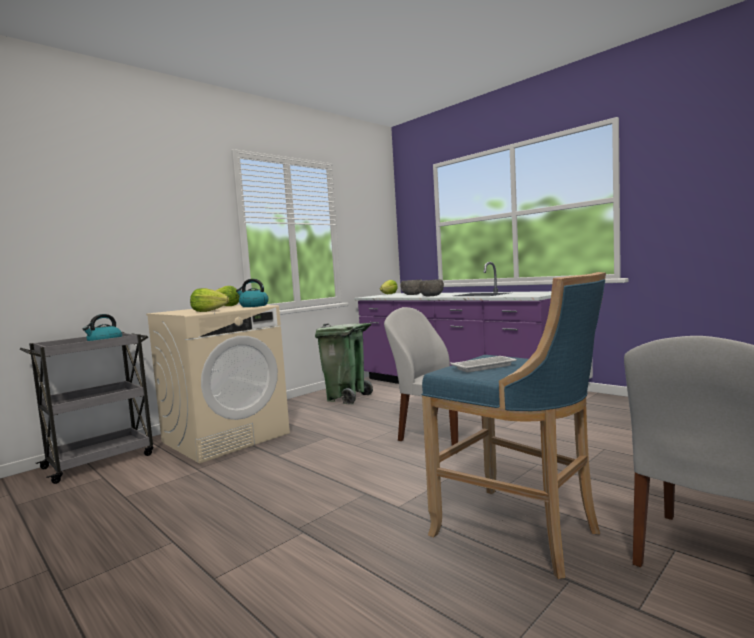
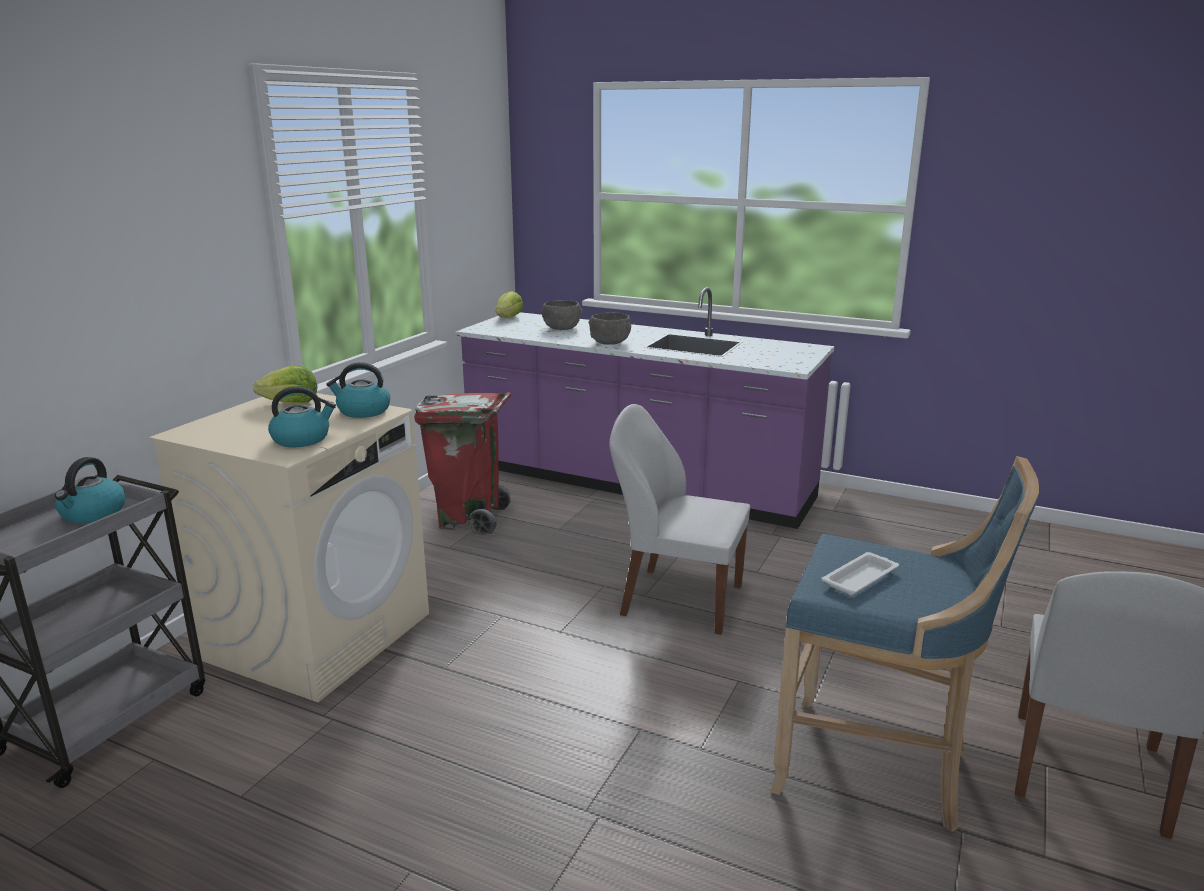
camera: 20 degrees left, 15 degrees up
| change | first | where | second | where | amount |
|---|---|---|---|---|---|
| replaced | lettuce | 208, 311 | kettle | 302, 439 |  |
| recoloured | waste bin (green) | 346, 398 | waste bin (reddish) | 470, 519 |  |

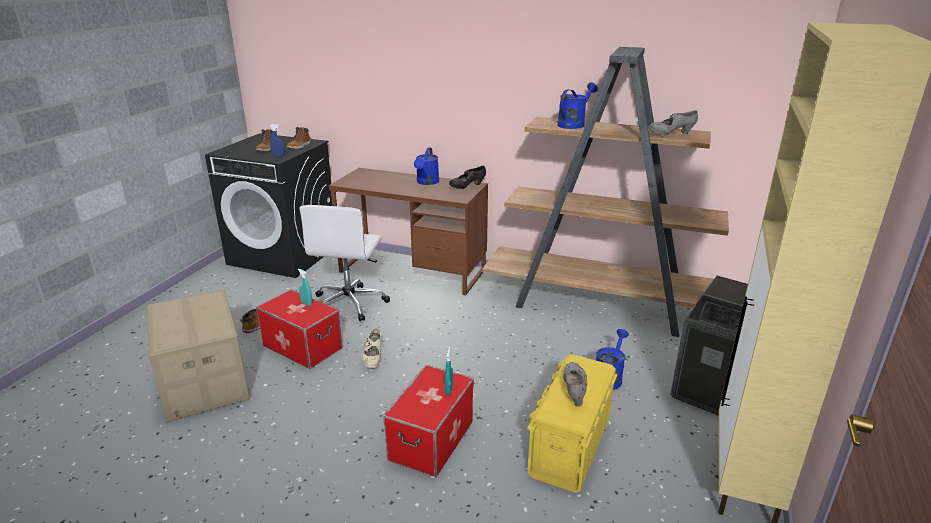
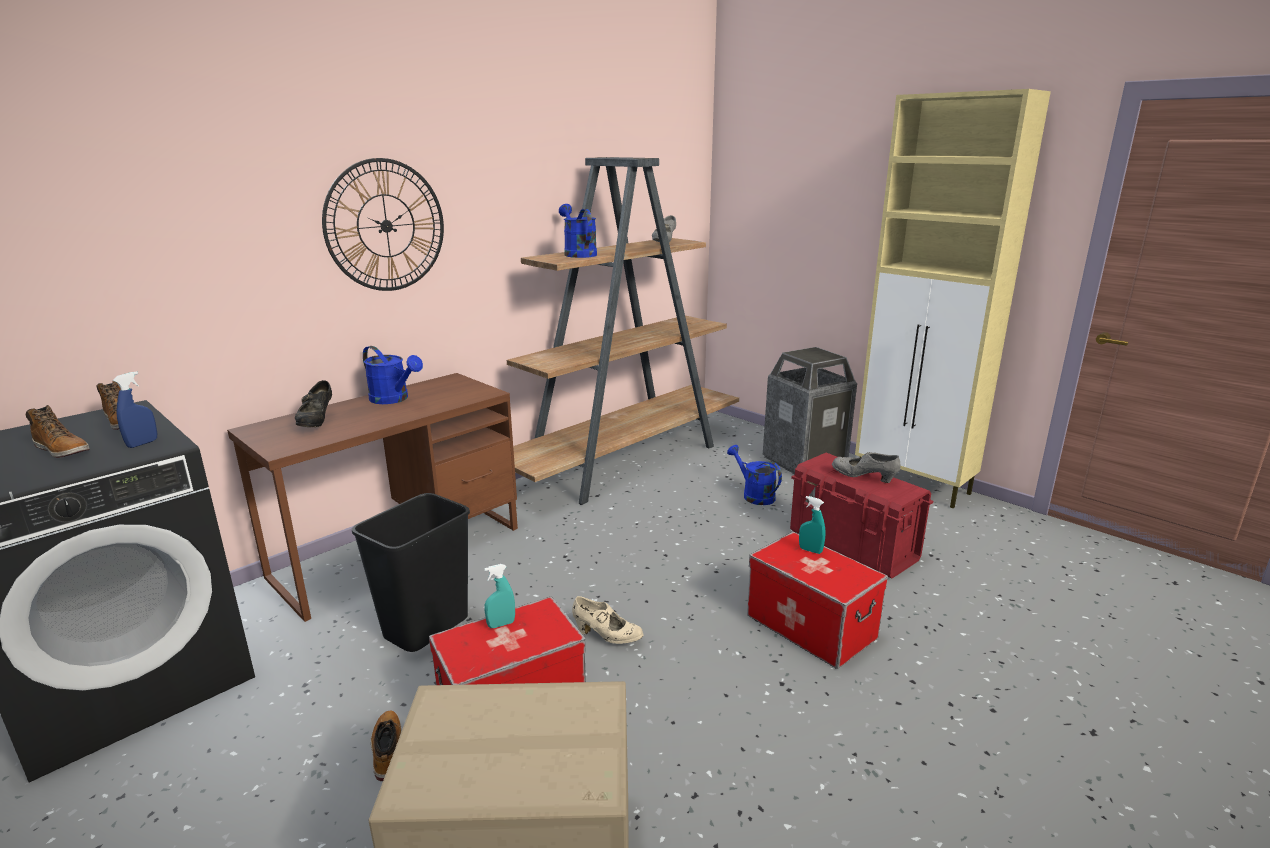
camera: 65 degrees left, 5 degrees down
| change | first | where | second | where | amount |
|---|---|---|---|---|---|
| replaced | desk chair (white-coloured) | 350, 303 | waste bin (blackish) | 426, 629 |  |
| moved | item of footwear (blackish) | 467, 187 |  | 317, 422 |  |
| recoloured | storage container (yellowish) | 569, 447 | storage container (reddish) | 853, 545 |  |
| added |  |  | hanging clock | 386, 226 |  |

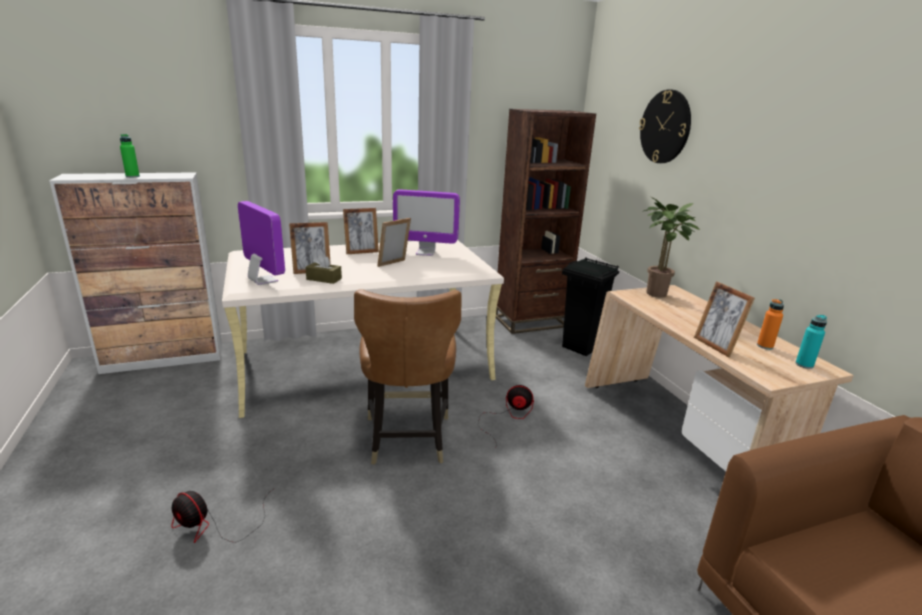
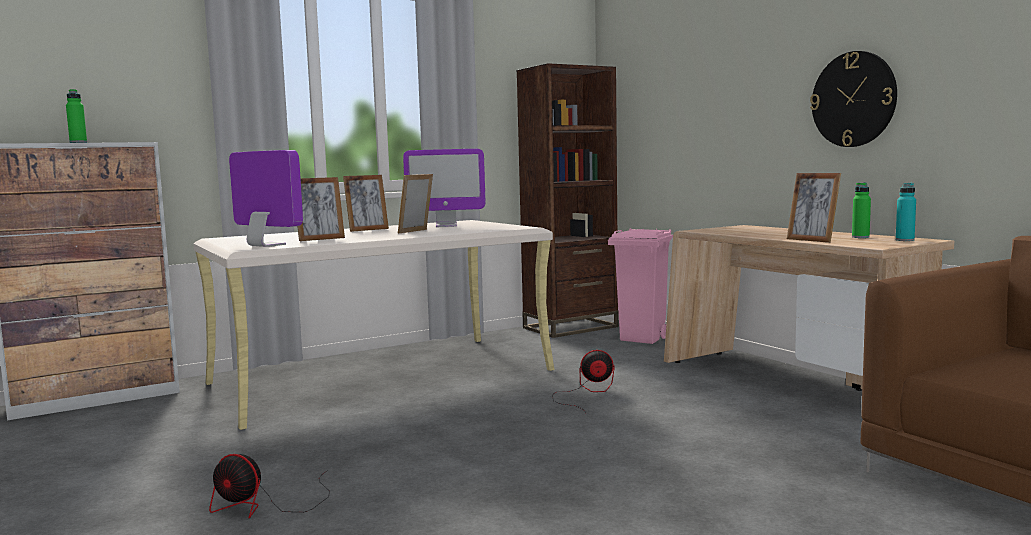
camera: 10 degrees left, 15 degrees down
| change | first | where | second | where | amount |
|---|---|---|---|---|---|
| removed | box of tissues (brown) | 324, 279 |  |  |  |
| removed | upright chair (brown) | 407, 438 |  |  |  |
| recoloured | waste bin (blackish) | 581, 348 | waste bin (pink) | 643, 339 |  |
| moved | hanging clock | 665, 127 |  | 853, 99 |  |
| removed | potted plant | 657, 295 |  |  |  |
| recoloured | drink bottle (orange) | 765, 346 | drink bottle (green) | 860, 237 |  |

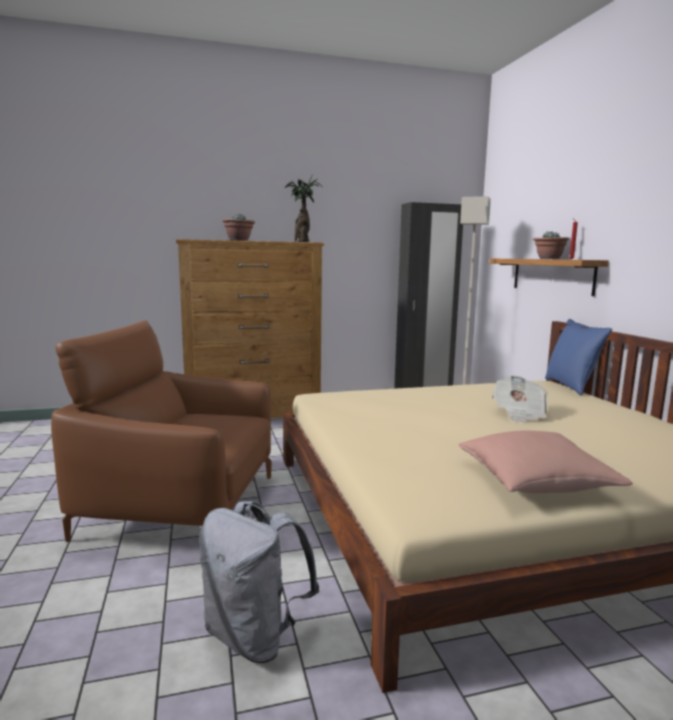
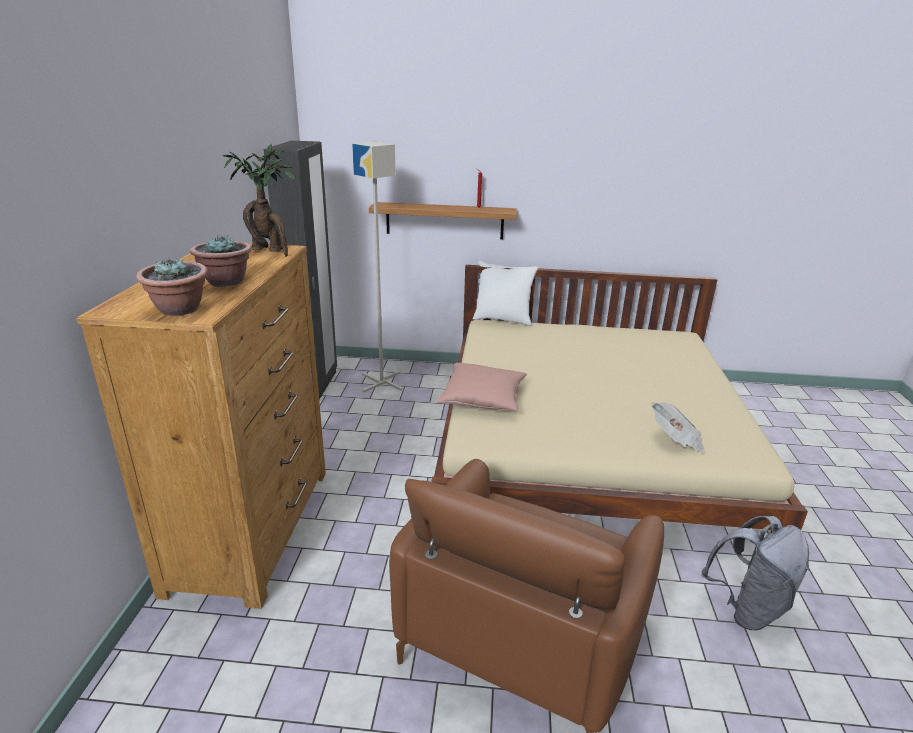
camera: 70 degrees left, 15 degrees up
| change | first | where | second | where | amount |
|---|---|---|---|---|---|
| moved | cushion (pink) | 535, 481 |  | 483, 398 |  |
| moved | printed paper | 519, 414 |  | 676, 440 |  |
| moved | potted plant | 549, 259 |  | 179, 310 |  |
| recoloured | cushion (blue) | 571, 386 | cushion (white-coloured) | 502, 320 |  |

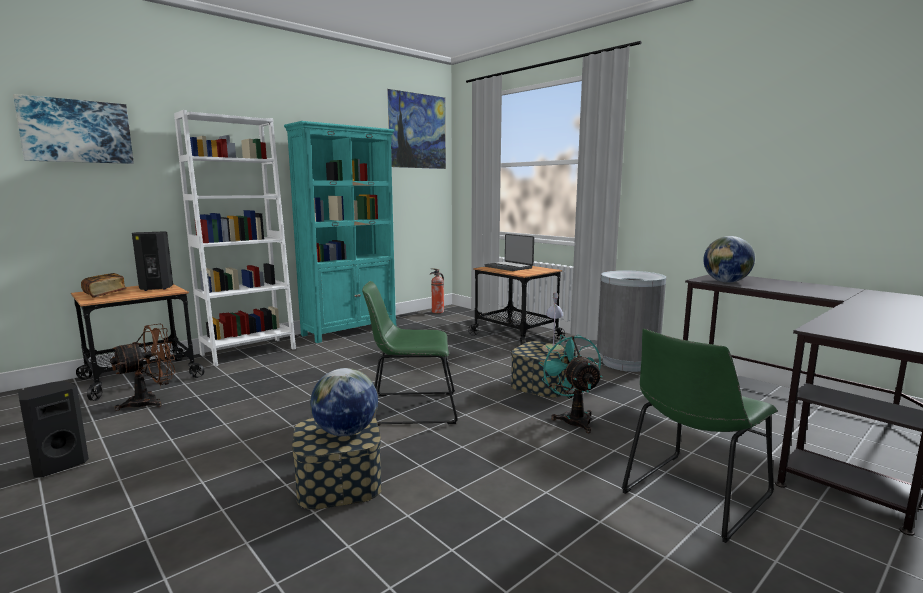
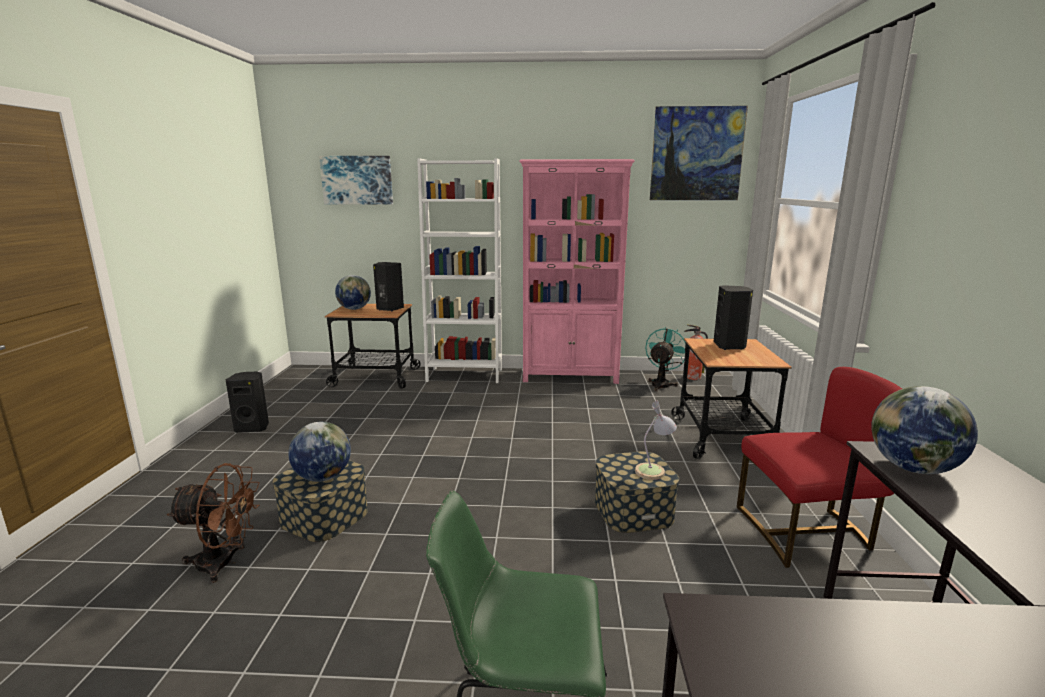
camera: 45 degrees right, 5 degrees up
| change | first | where | second | where | amount |
|---|---|---|---|---|---|
| replaced | volume | 105, 294 | desk globe | 354, 309 |  |
| moved | cooling fan (brown) | 151, 401 |  | 224, 563 |  |
| recoloured | bookshelf (turquoise-coloured) | 350, 330 | bookshelf (pink) | 570, 376 |  |
| removed | upright chair (green) | 409, 408 |  |  |  |
| replaced | laptop | 509, 267 | audio speaker (blackish) | 730, 346 |  |
| moved | cooling fan (turquoise-coloured) | 573, 418 |  | 662, 384 |  |
| replaced | waste bin (gray) | 627, 363 | upright chair (reddish) | 806, 532 |  |

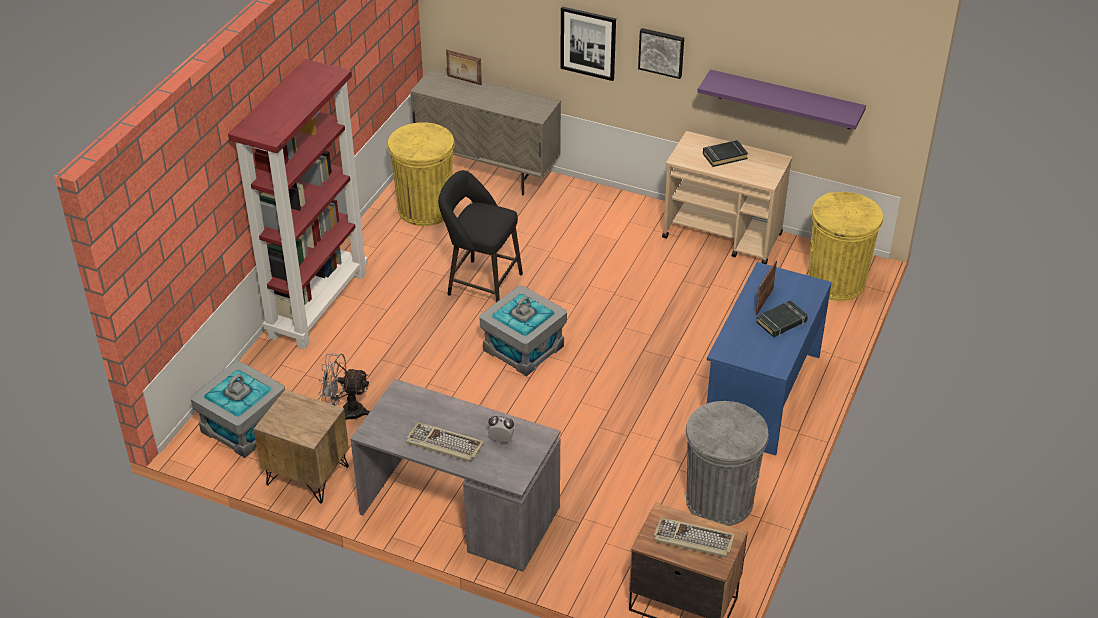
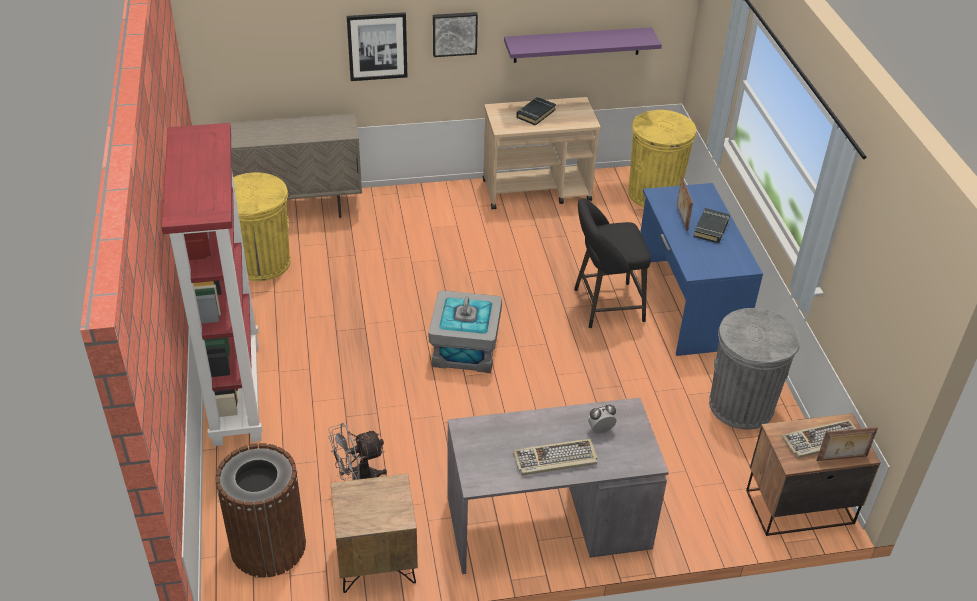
camera: 35 degrees left, 0 degrees up
| change | first | where | second | where | amount |
|---|---|---|---|---|---|
| replaced | storage container (gray) | 244, 427 | waste bin (brown) | 268, 546 |  |
| moved | stool seat (blackish) | 480, 283 |  | 604, 306 |  |
| moved | photo frame | 464, 80 |  | 842, 459 |  |

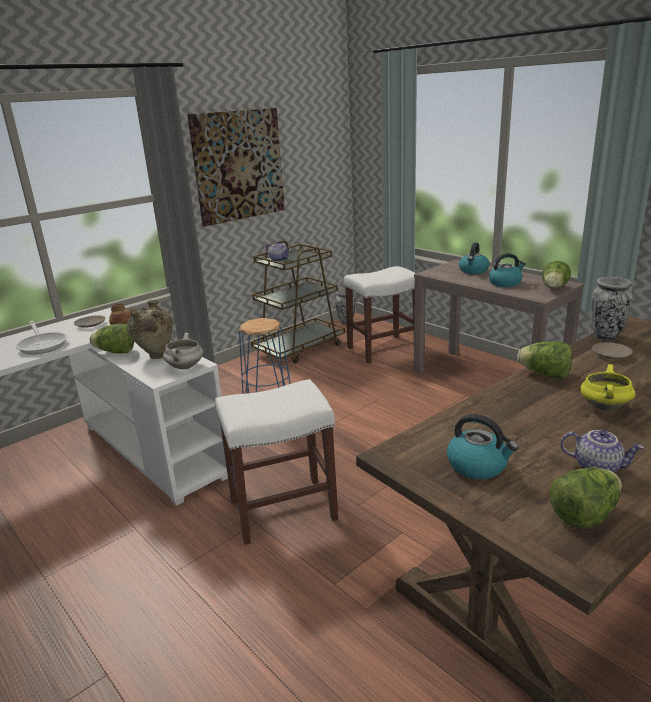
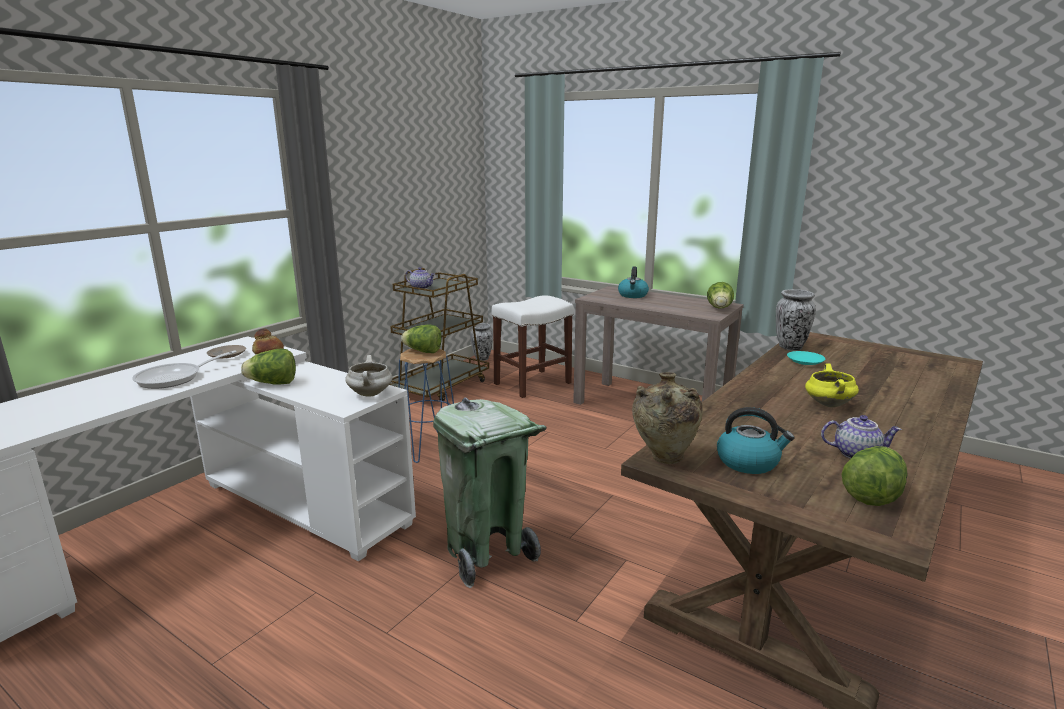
camera: 15 degrees left, 5 degrees down
| change | first | where | second | where | amount |
|---|---|---|---|---|---|
| turned | skillet | 43, 344 |  | 175, 378 | 90 degrees clockwise |
| moved | vase (beige) | 156, 356 |  | 663, 459 |  |
| removed | picture | 238, 166 |  |  |  |
| replaced | stool seat (white-coloured) | 281, 510 | waste bin (green) | 486, 553 |  |
| removed | kettle | 505, 283 |  |  |  |
| moved | lettuce | 545, 375 |  | 423, 352 |  |
| recoloured | dinner plate (beige) | 611, 355 | dinner plate (turquoise-coloured) | 805, 362 |  |

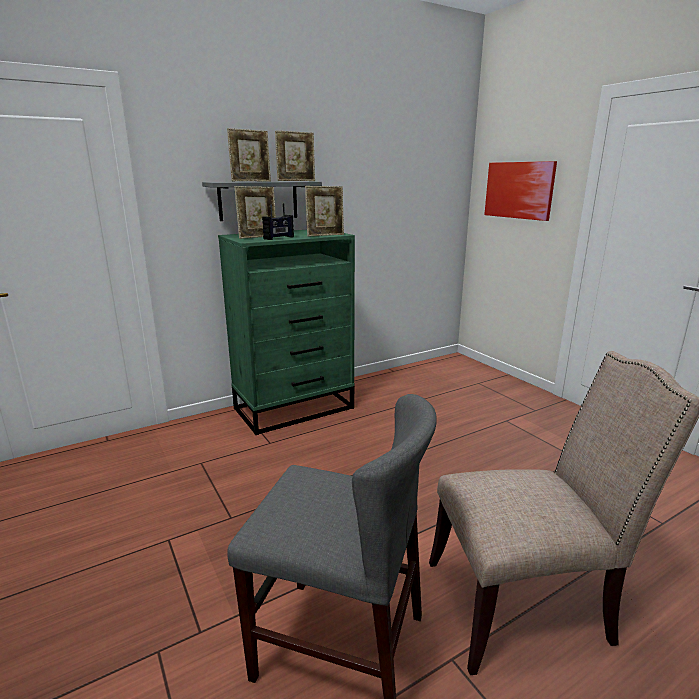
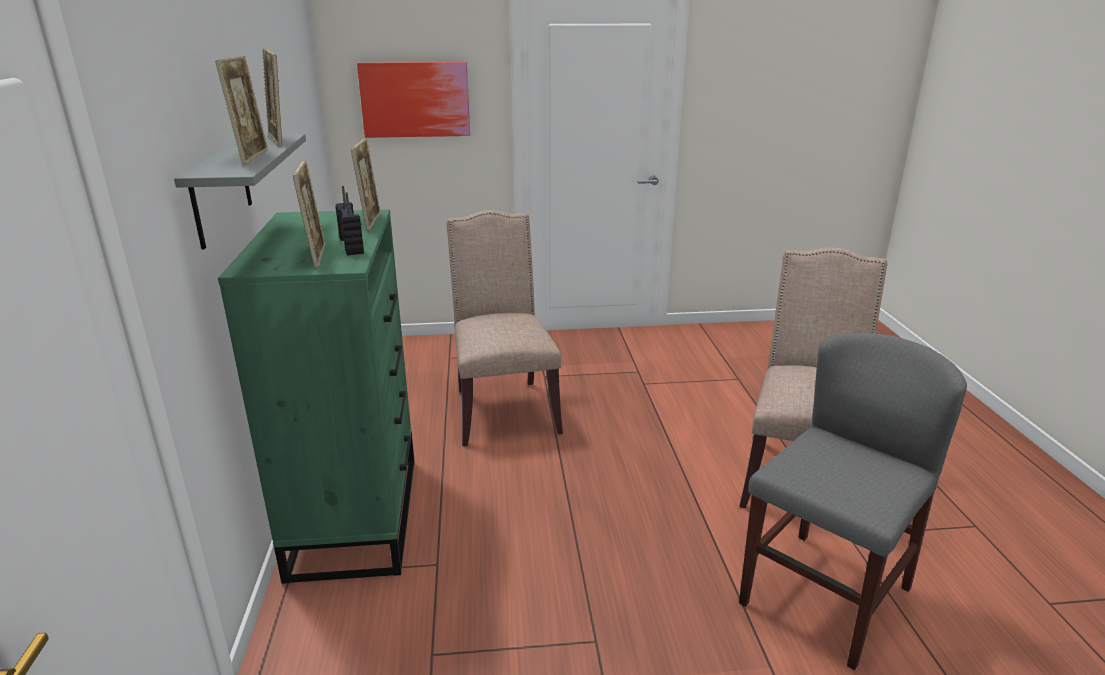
camera: 65 degrees left, 5 degrees up
| change | first | where | second | where | amount |
|---|---|---|---|---|---|
| turned | photo frame | 296, 181 |  | 278, 140 | 150 degrees clockwise |
| added |  |  | upright chair (beige) | 503, 408 |  |

